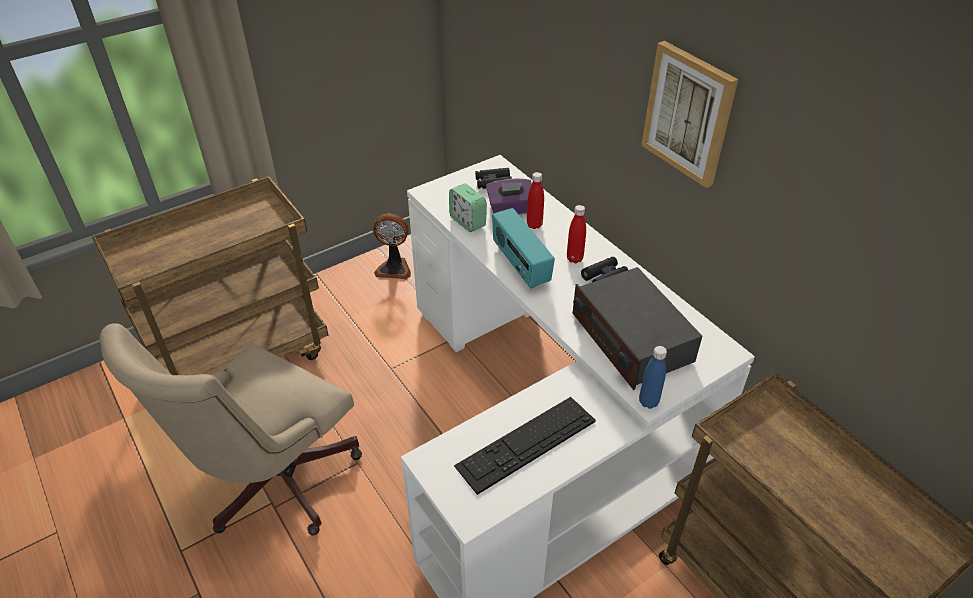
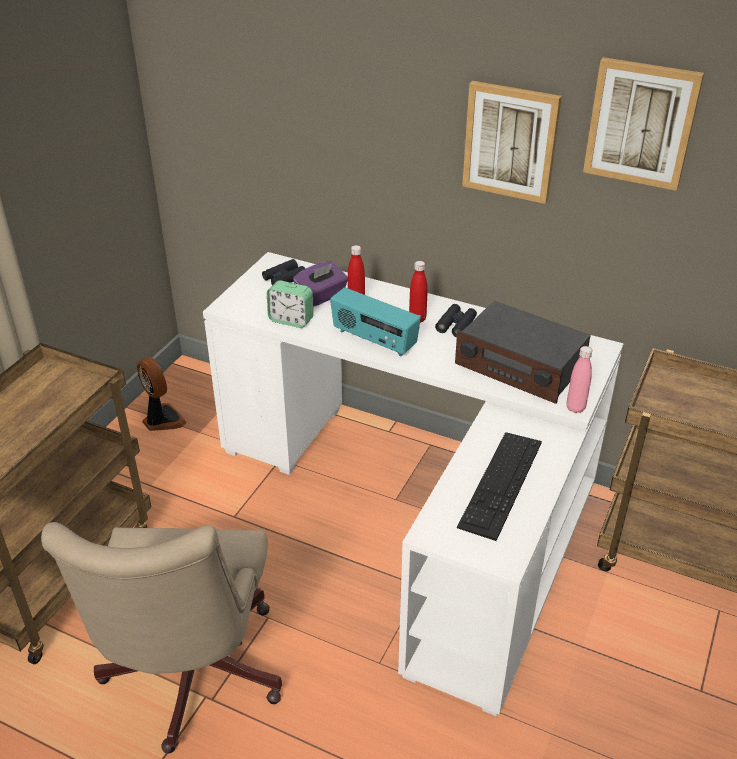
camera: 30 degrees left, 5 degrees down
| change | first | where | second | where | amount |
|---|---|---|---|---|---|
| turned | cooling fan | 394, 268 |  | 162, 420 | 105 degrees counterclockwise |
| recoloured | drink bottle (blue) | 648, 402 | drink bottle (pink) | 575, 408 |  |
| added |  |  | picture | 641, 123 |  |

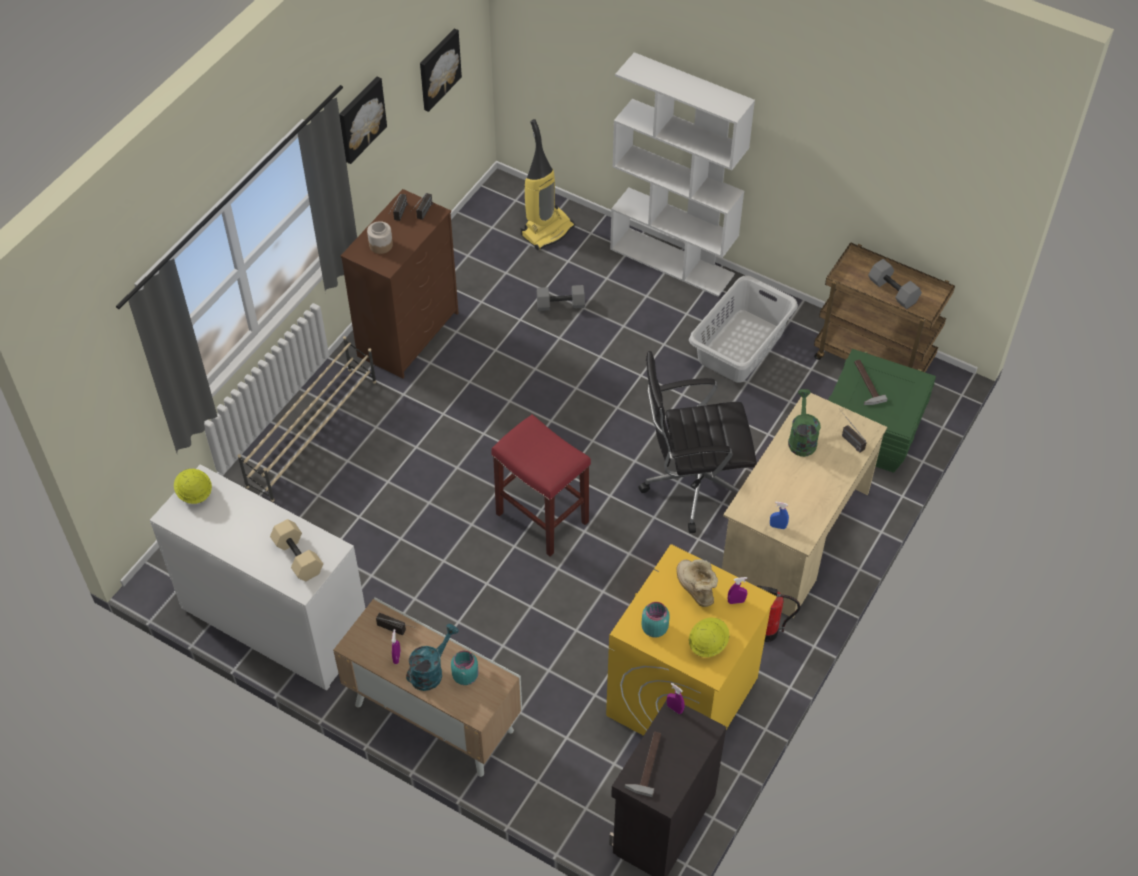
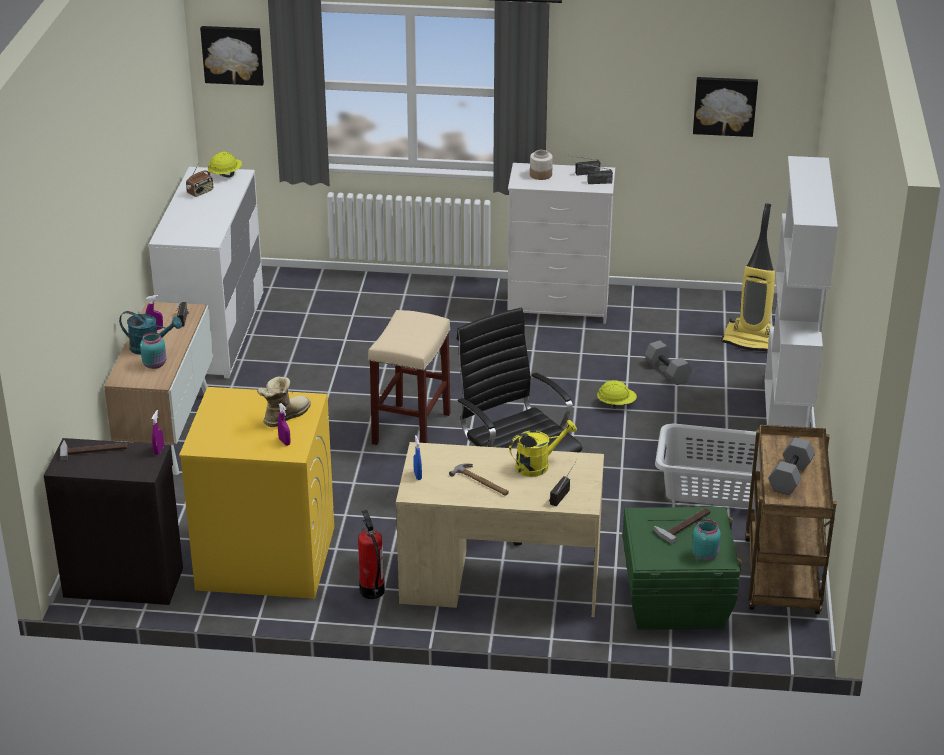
camera: 65 degrees right, 20 degrees down
| change | first | where | second | where | amount |
|---|---|---|---|---|---|
| removed | shoe stand (beige) | 313, 433 |  |  |  |
| removed | free weight (beige) | 299, 557 |  |  |  |
| moved | picture | 360, 119 |  | 233, 54 |  |
| recoloured | chest of drawers (brown) | 408, 333 | chest of drawers (white-coloured) | 559, 306 |  |
| recoloured | stool seat (reddish) | 541, 517 | stool seat (beige) | 411, 428 |  |
| moved | preserve jar (turquoise-coloured) | 654, 628 |  | 705, 554 |  |
| moved | safety helmet (yellowish) | 707, 643 |  | 616, 404 |  |
| recoloured | sprinkling can (green) | 801, 439 | sprinkling can (yellowish) | 538, 465 |  |
| added |  |  | radio receiver | 200, 192 |  |
| added |  |  | hammer | 481, 482 |  |

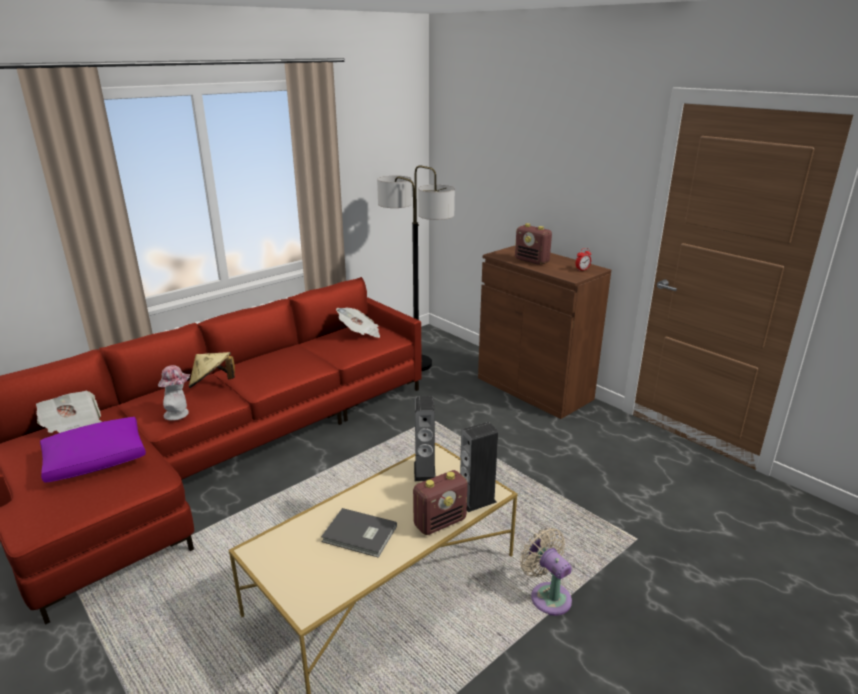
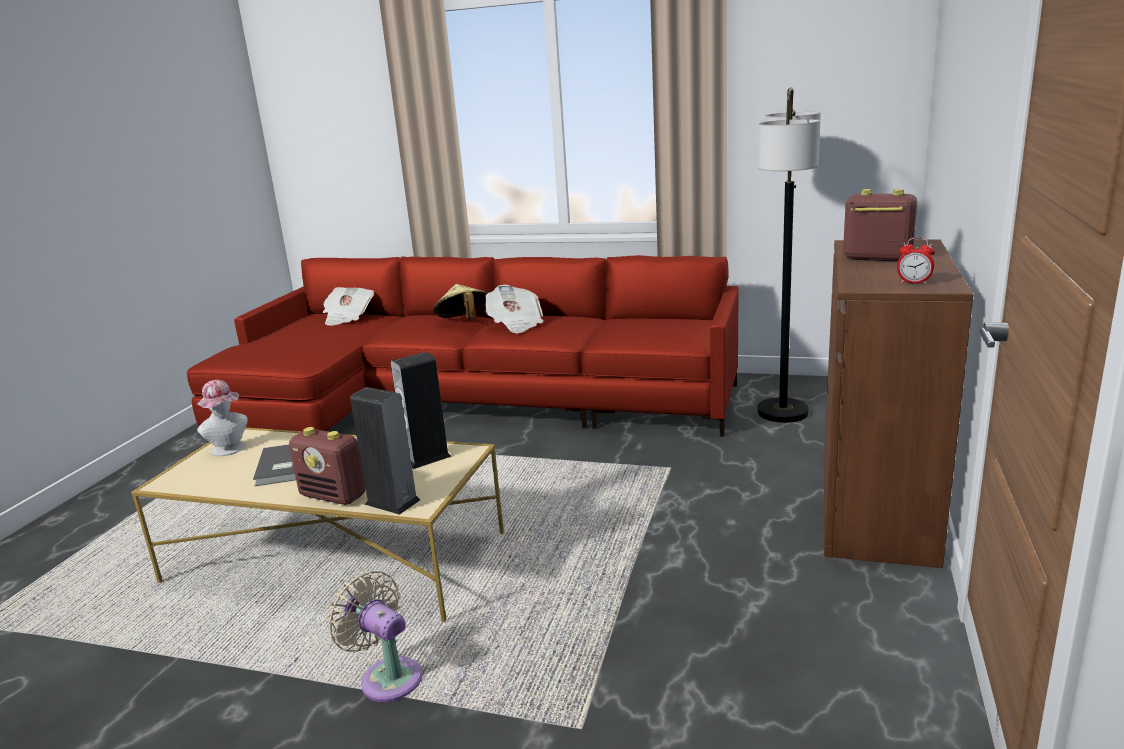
camera: 60 degrees right, 5 degrees down
| change | first | where | second | where | amount |
|---|---|---|---|---|---|
| removed | cushion (purple-coloured) | 97, 459 |  |  |  |
| moved | wearable hat | 179, 413 |  | 229, 450 |  |
| moved | printed paper | 360, 333 |  | 515, 324 |  |
| turned | radio receiver | 532, 261 |  | 876, 258 | 105 degrees clockwise |
| turned | cooling fan (beige) | 547, 595 |  | 387, 677 | 75 degrees counterclockwise |

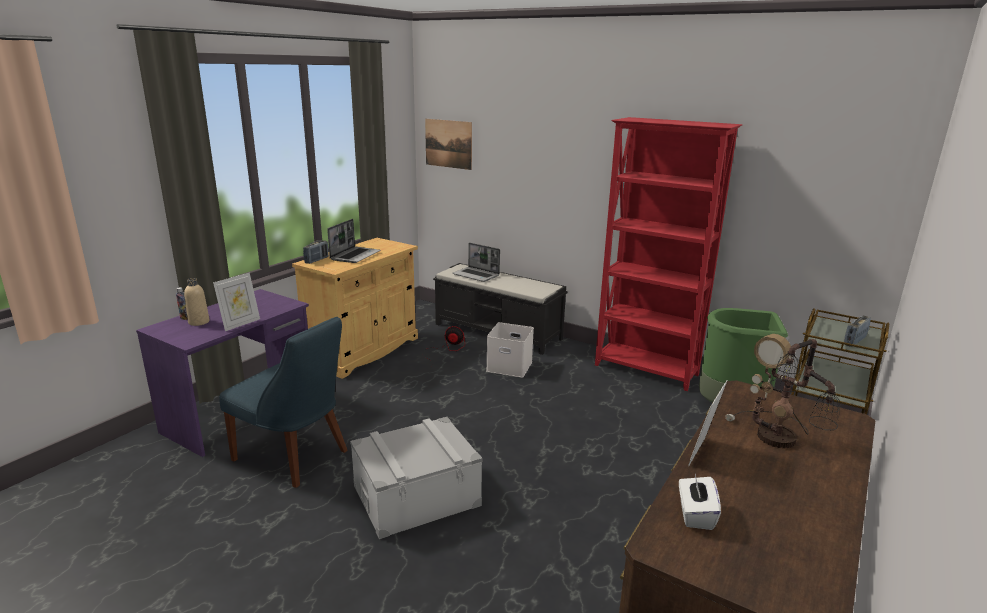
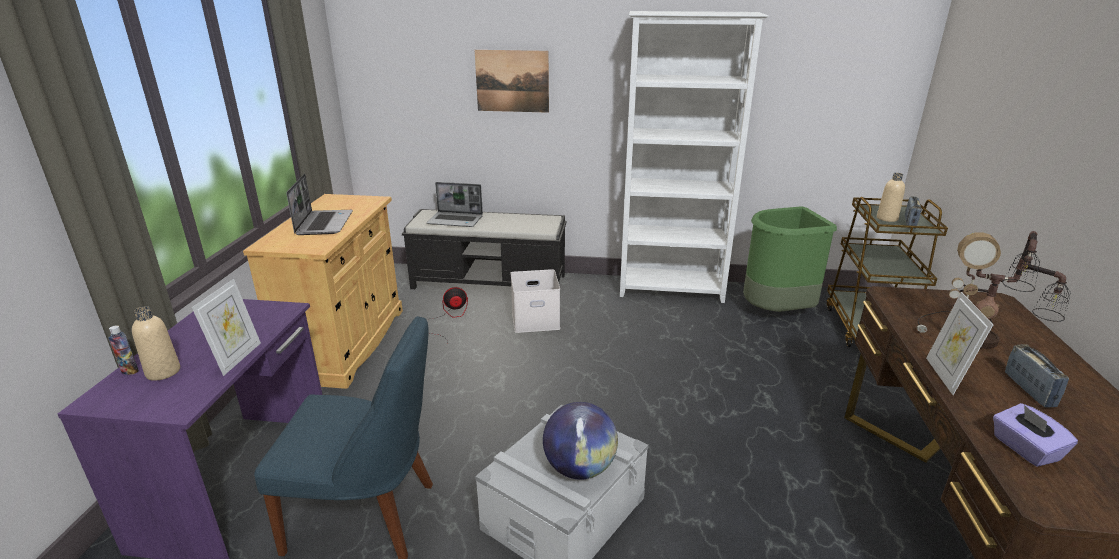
camera: 25 degrees left, 5 degrees up
| change | first | where | second | where | amount |
|---|---|---|---|---|---|
| moved | radio receiver | 317, 260 |  | 1029, 390 |  |
| moved | picture | 448, 144 |  | 512, 81 |  |
| recoloured | bookshelf (reddish) | 646, 371 | bookshelf (white-coloured) | 672, 290 |  |
| recoloured | box of tissues (white-coloured) | 695, 514 | box of tissues (purple-coloured) | 1024, 449 |  |
| added |  |  | desk globe | 579, 468 |  |
| added |  |  | drink bottle (beige) | 887, 218 |  |

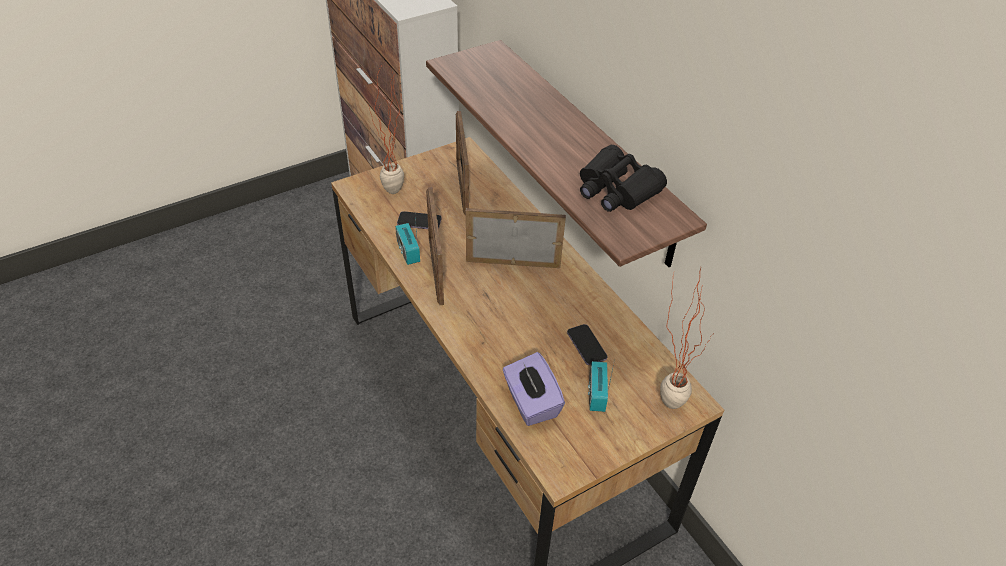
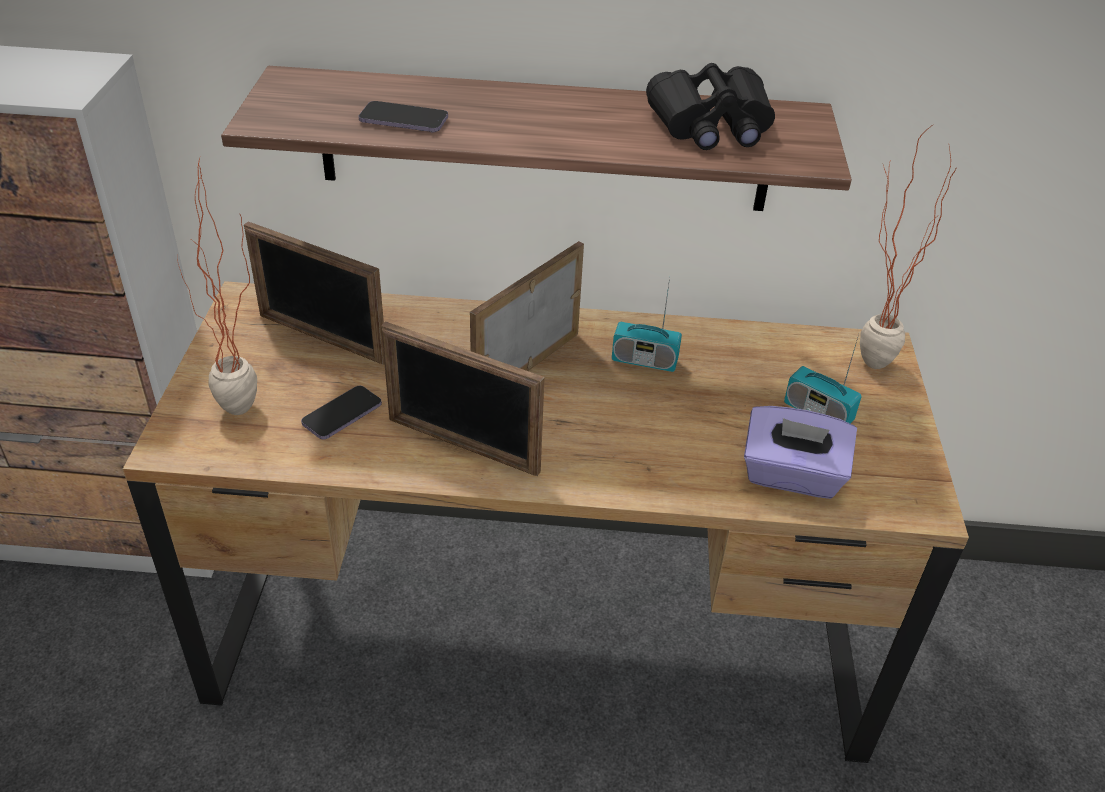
camera: 55 degrees left, 5 degrees down
| change | first | where | second | where | amount |
|---|---|---|---|---|---|
| moved | radio receiver | 408, 251 |  | 644, 361 |  |
| moved | phone | 586, 346 |  | 403, 120 |  |

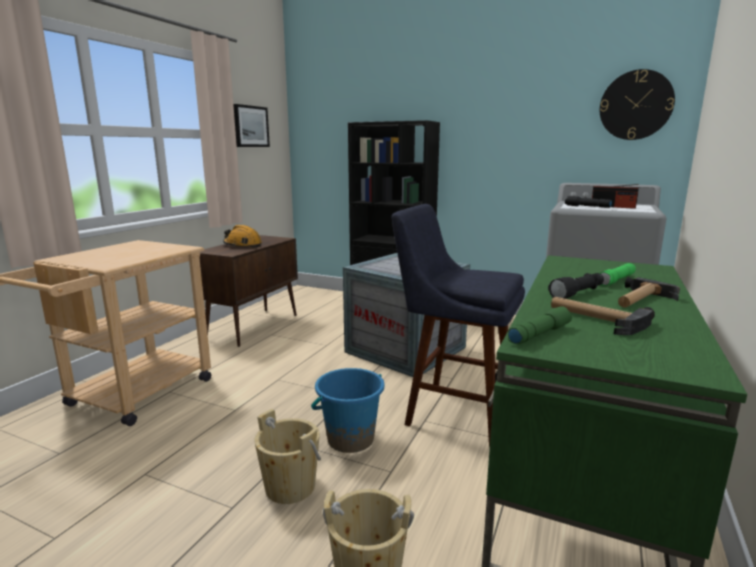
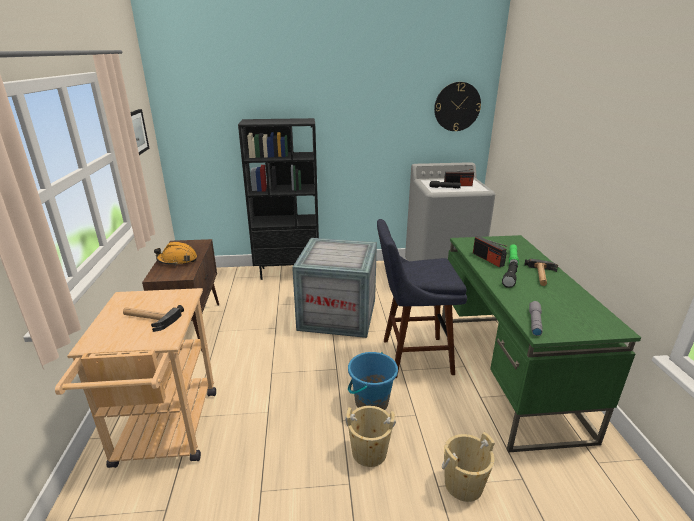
camera: 30 degrees left, 10 degrees up
| change | first | where | second | where | amount |
|---|---|---|---|---|---|
| recoloured | torch (green) | 539, 334 | torch (gray) | 534, 322 |  |
| moved | hammer | 595, 319 |  | 149, 319 |  |
| added |  |  | radio receiver | 488, 259 |  |

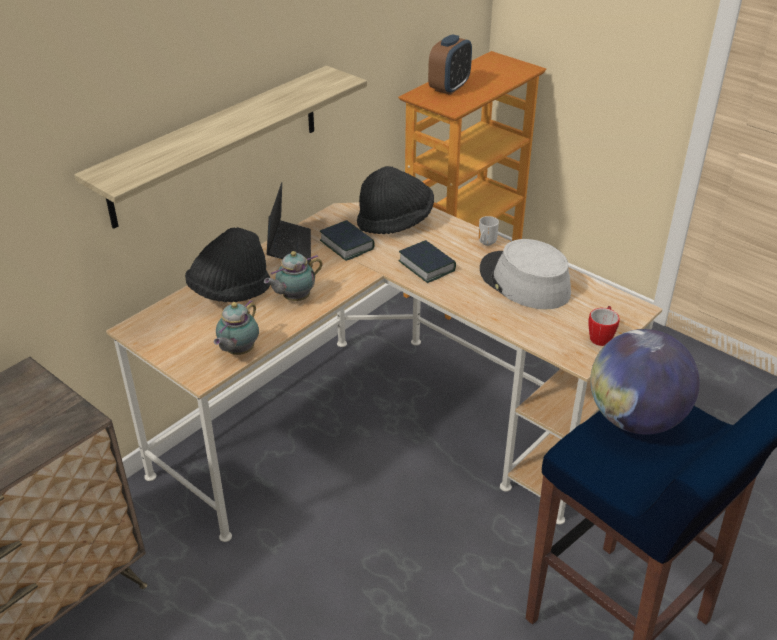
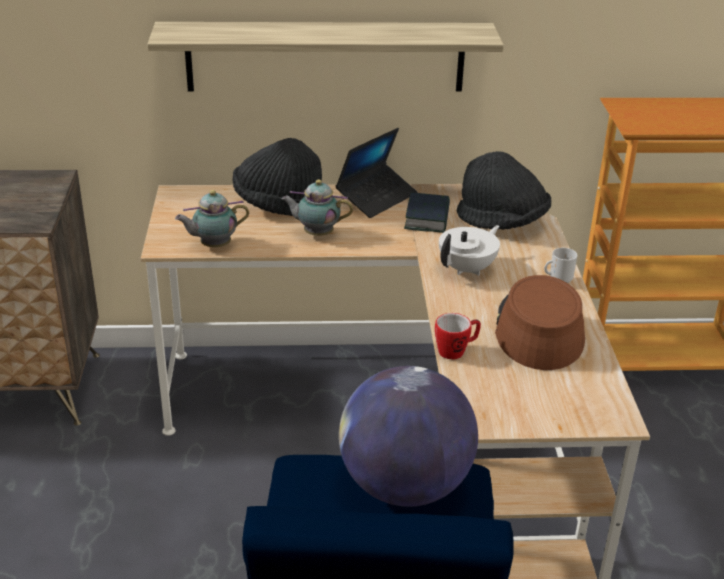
camera: 45 degrees right, 5 degrees down
| change | first | where | second | where | amount |
|---|---|---|---|---|---|
| replaced | volume | 426, 266 | pot for tea (white-coloured) | 468, 269 |  |
| removed | alarm clock | 449, 88 |  |  |  |
| recoloured | wearable hat (gray) | 524, 282 | wearable hat (brown) | 538, 330 |  |
| moved | mug | 601, 336 |  | 456, 351 |  |

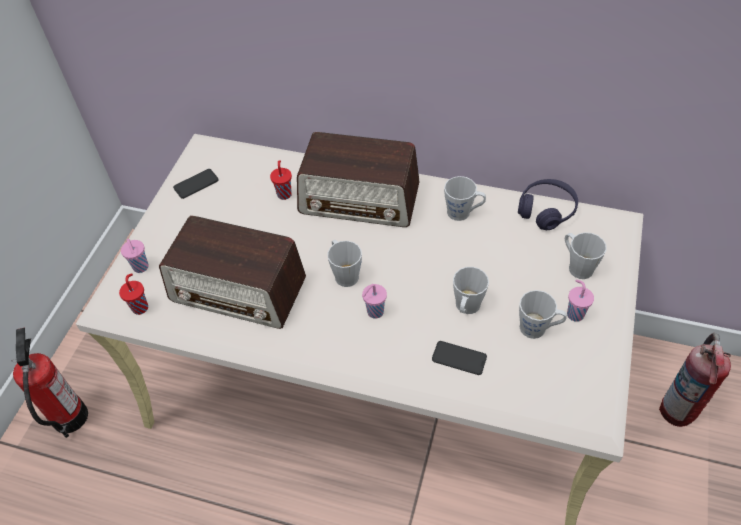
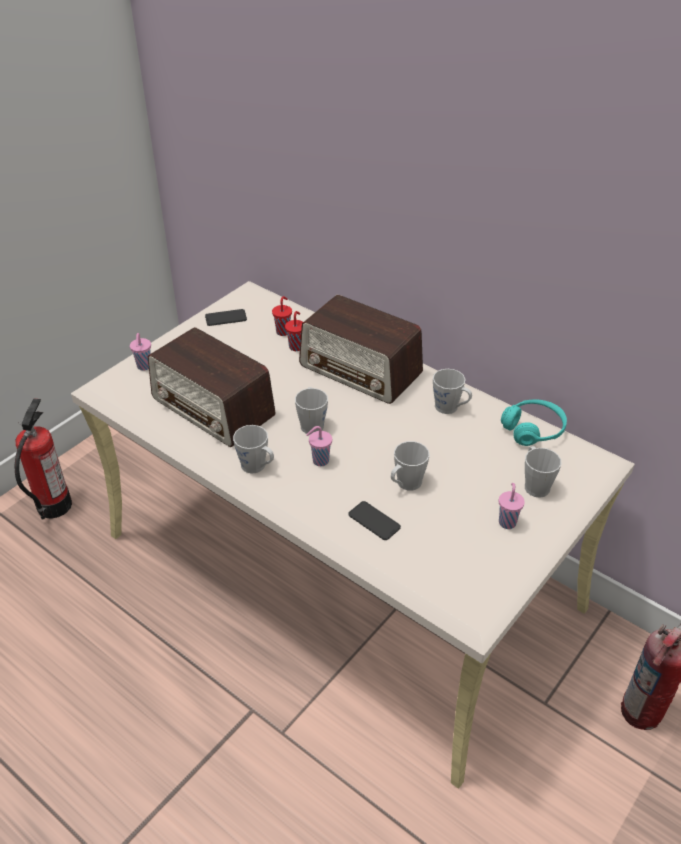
camera: 20 degrees right, 10 degrees down
| change | first | where | second | where | amount |
|---|---|---|---|---|---|
| moved | cup (reddish) | 140, 307 |  | 283, 331 |  |
| recoloured | headset (purple-coloured) | 546, 210 | headset (turquoise-coloured) | 533, 430 |  |
| moved | mug (gray) | 538, 328 |  | 257, 466 |  |

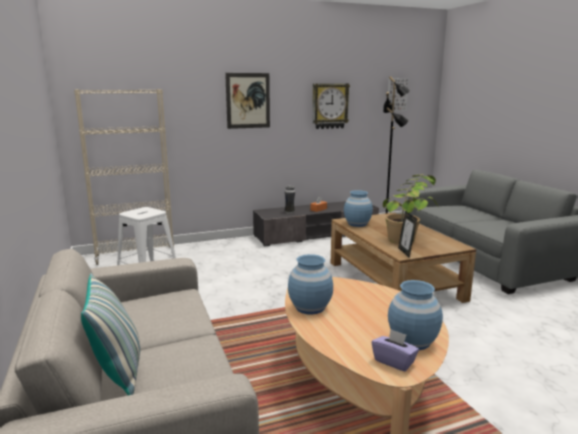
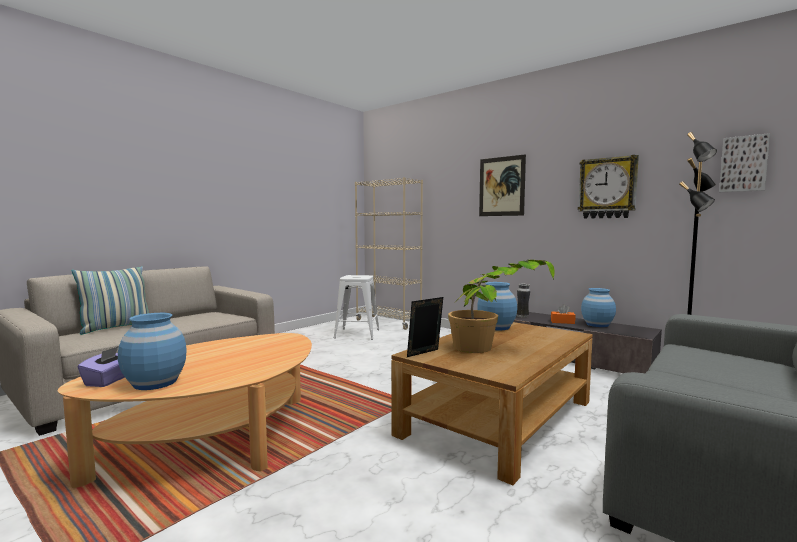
camera: 60 degrees right, 10 degrees down
| change | first | where | second | where | amount |
|---|---|---|---|---|---|
| moved | vase (blue) | 310, 307 |  | 597, 324 |  |

